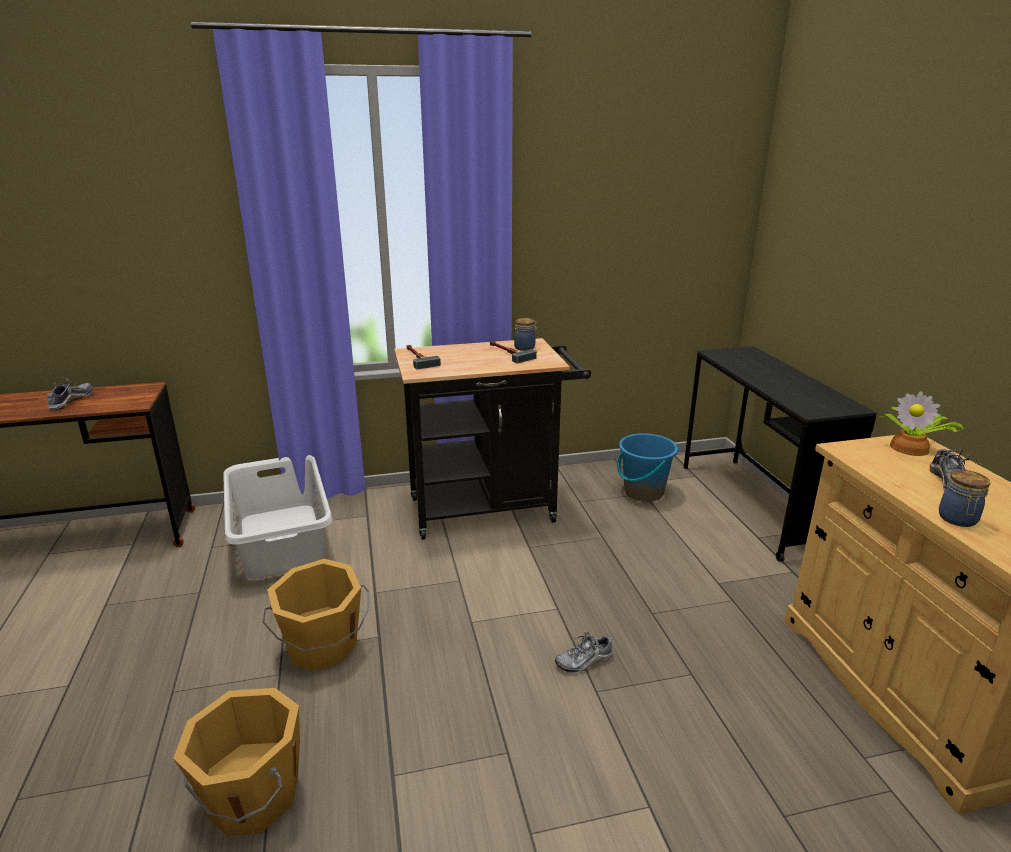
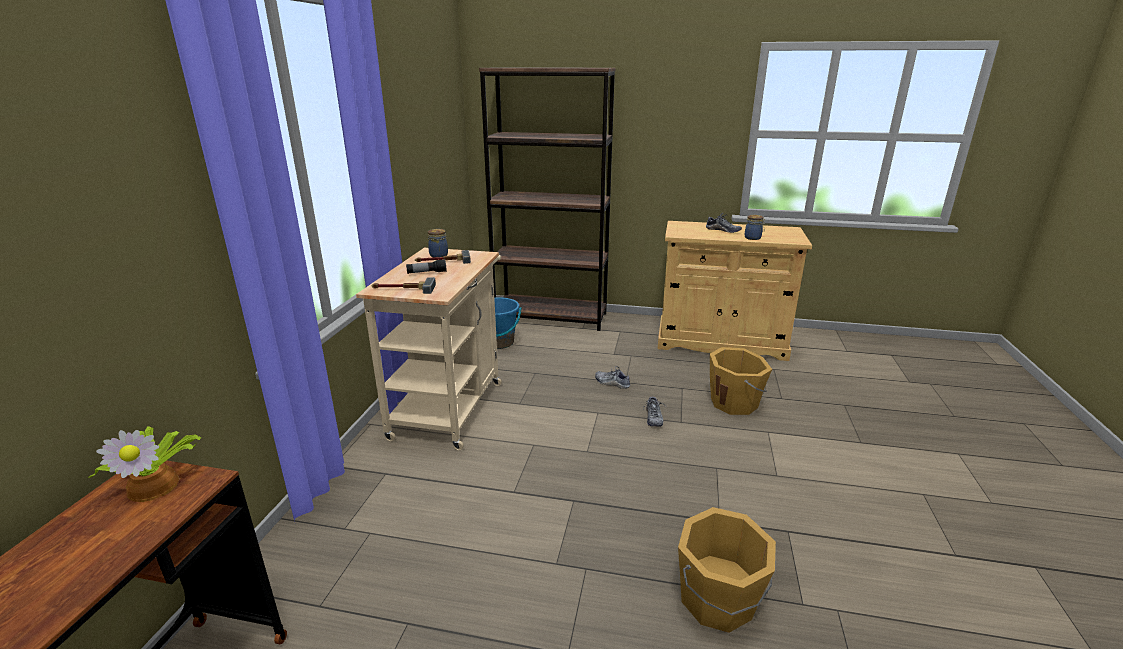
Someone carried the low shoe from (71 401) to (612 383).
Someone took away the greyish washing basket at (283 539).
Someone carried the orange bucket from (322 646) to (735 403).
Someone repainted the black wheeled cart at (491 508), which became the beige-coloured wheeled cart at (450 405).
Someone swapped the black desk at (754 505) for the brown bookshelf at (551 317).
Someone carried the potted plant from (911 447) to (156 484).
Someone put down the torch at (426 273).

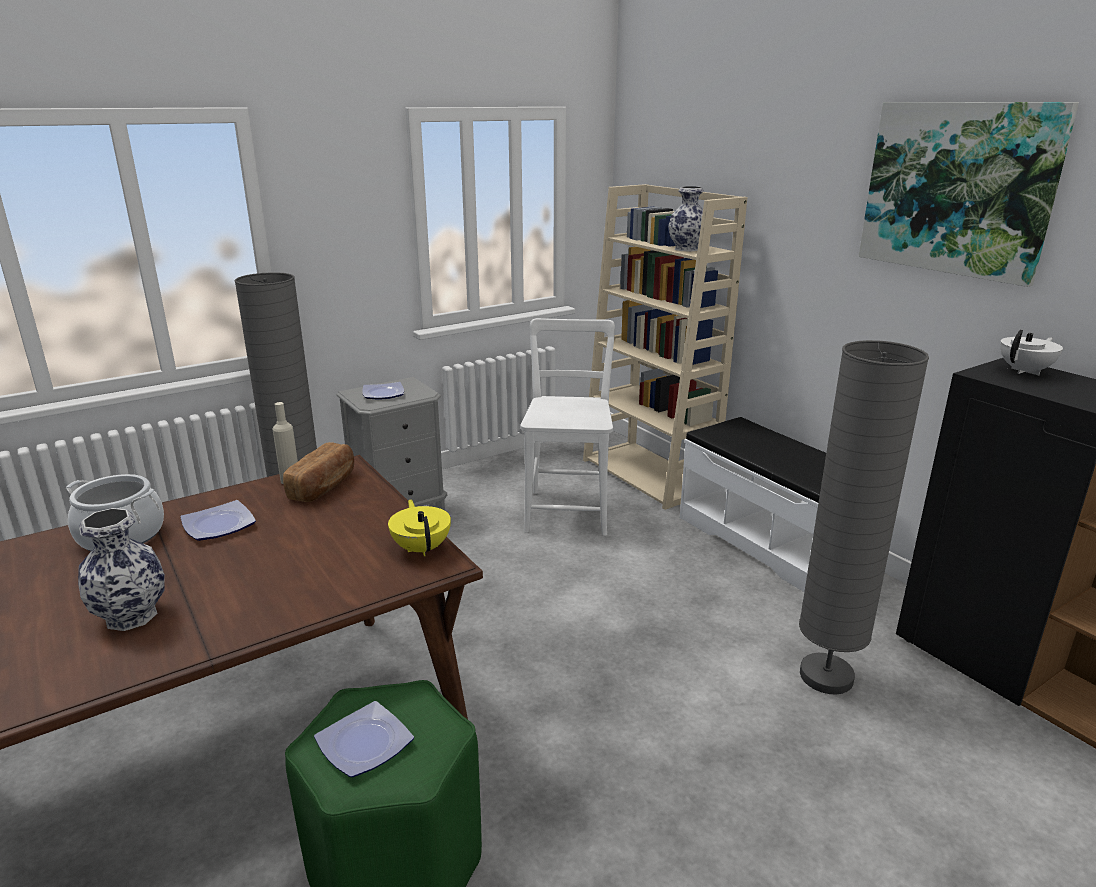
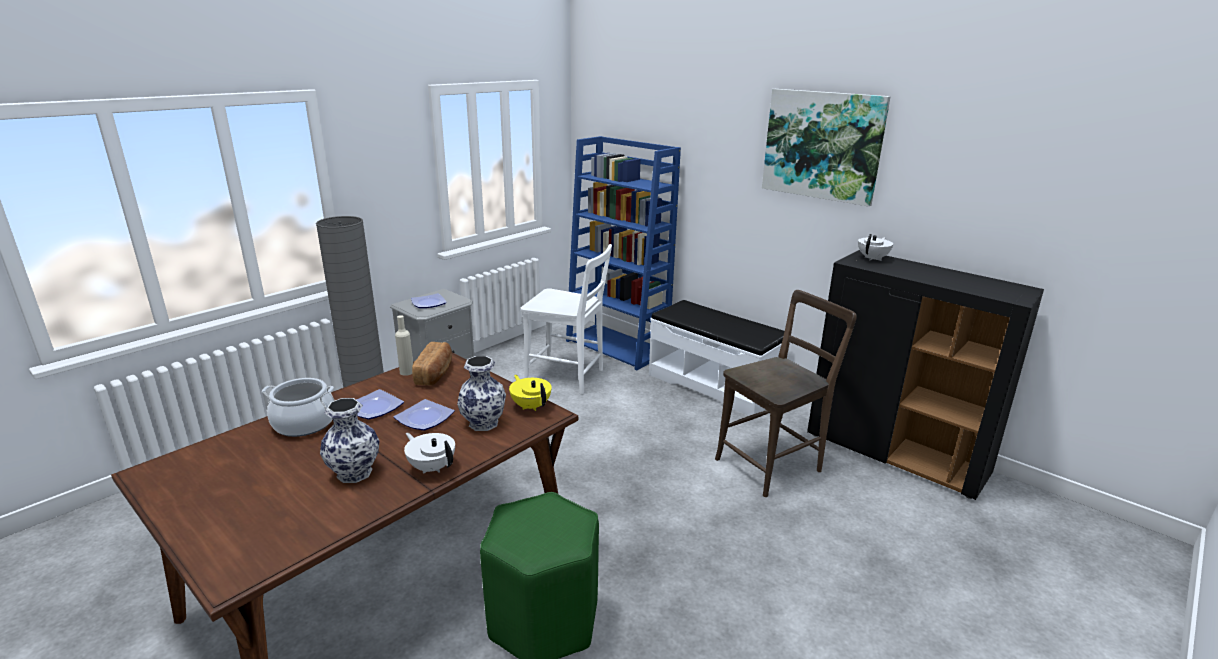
Someone carried the dinner plate from (364 745) to (424 419).
Someone rotated the whitish chair at (568 509) by 120 degrees clockwise.
Someone repainted the beige-coloured bookshelf at (650 475), which became the blue bookshelf at (618 347).
Someone carried the vase from (687 249) to (484 423).
Someone swapped the greyish floor lamp at (826 677) for the brown chair at (772 463).
Someone put down the whitish tea pot at (432 467).

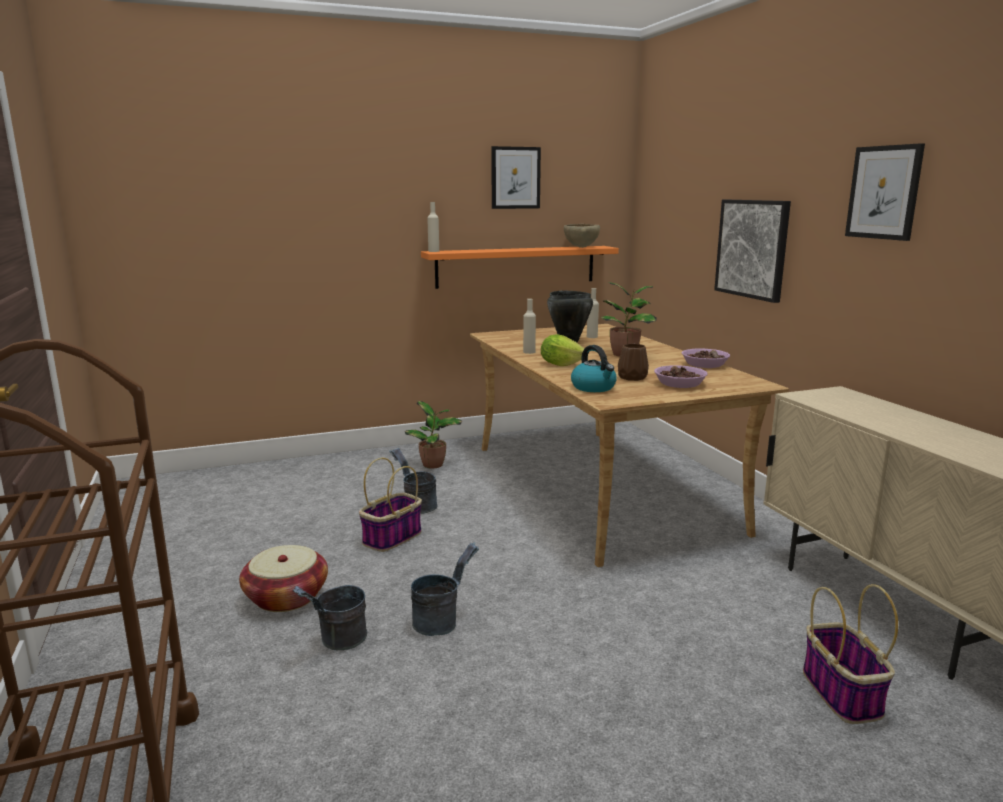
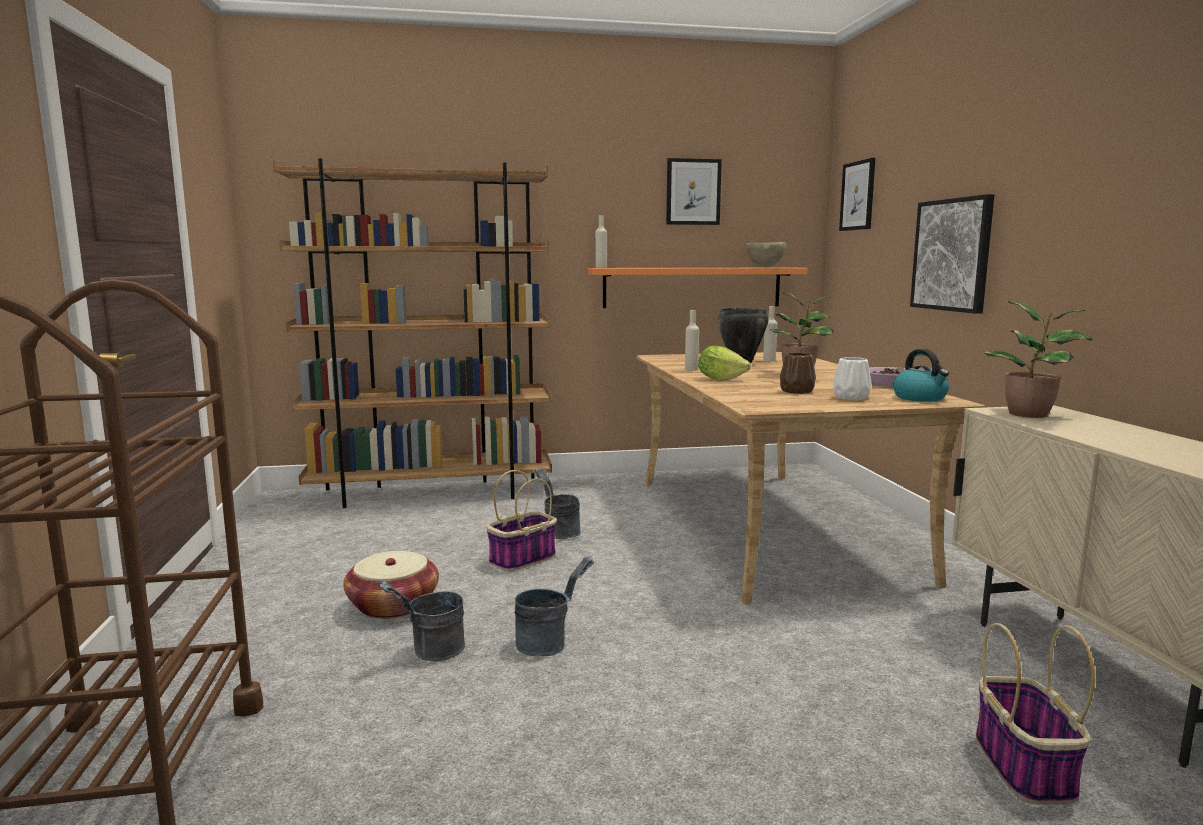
Someone carried the potted plant from (434 465) to (1031 414).
Someone carried the kettle from (594 388) to (920 398).
Someone swapped the deep dish at (679 384) for the whitish vase at (849 397).
Someone carried the picture from (884 192) to (858 196).
Someone put down the brown bookshelf at (432 493).

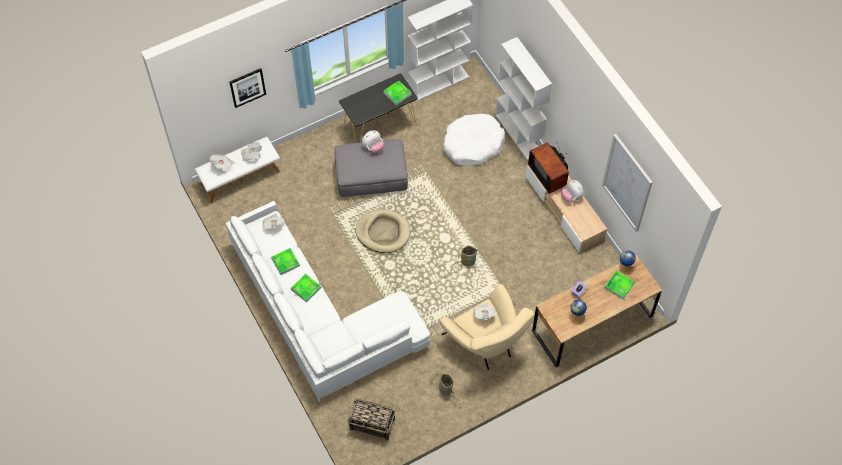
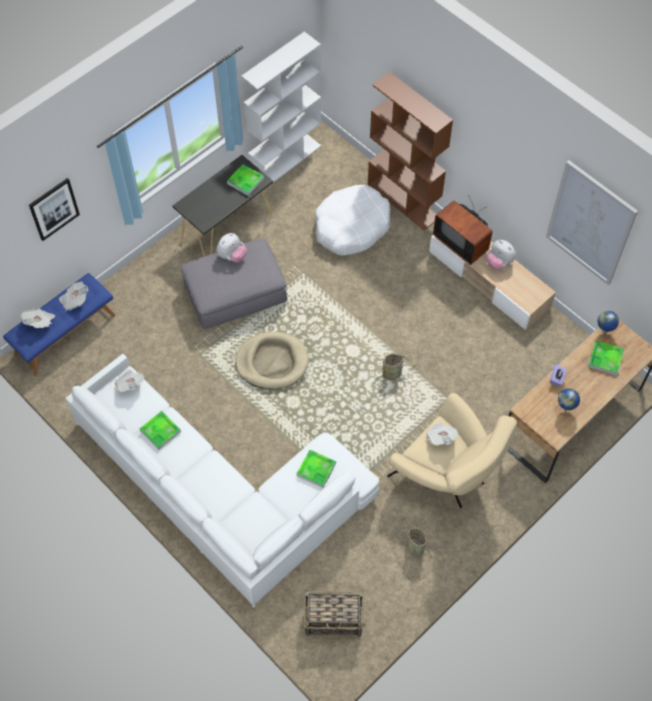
Someone repainted the whitish bench at (240 177), which became the blue bench at (65 334).
Someone carried the tray from (306 288) to (316 469).
Someone repainted the whitish bookshelf at (518 133), which became the brown bookshelf at (403 201).

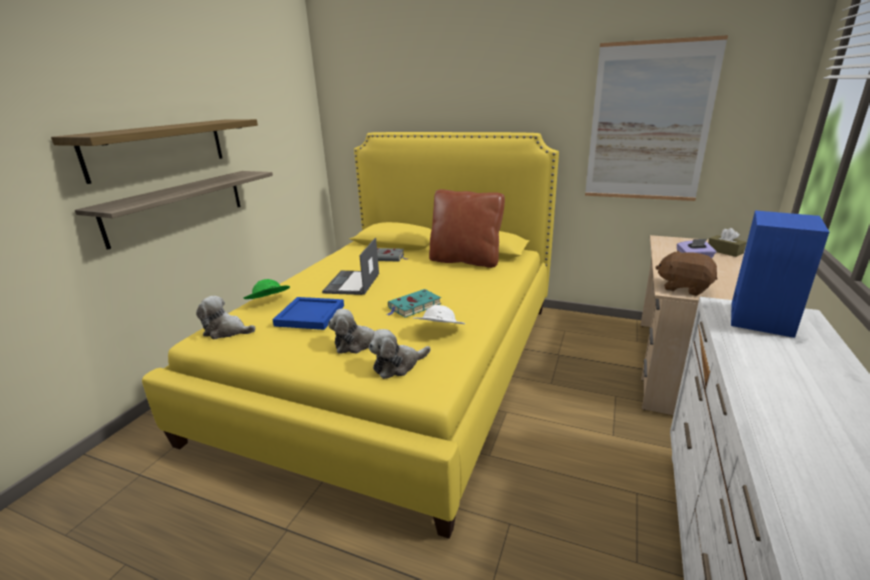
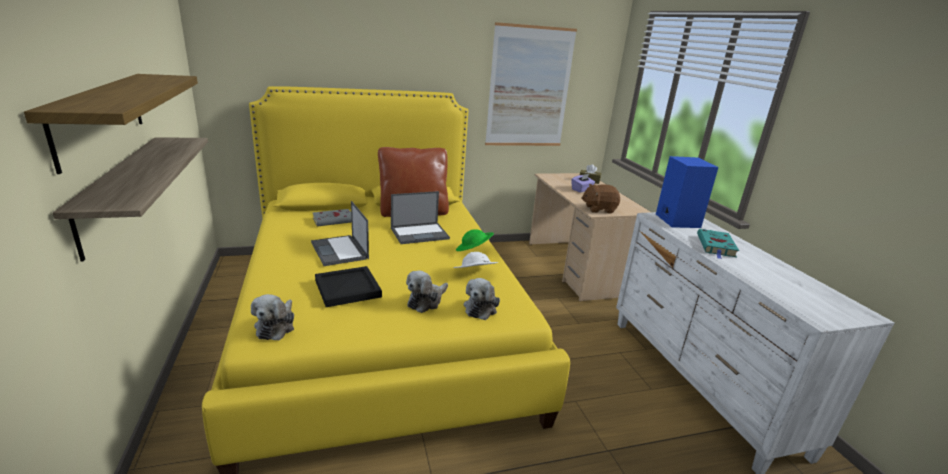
Someone rotated the plush toy at (226 331) by 60 degrees counterclockwise.
Someone carried the green-coloured clothing hat from (268 302) to (473 251).
Someone repainted the blue tray at (311 315), which became the black tray at (348 288).
Someone carried the blue-green volume from (413 306) to (716 246).
Someone put down the laptop at (420 233).

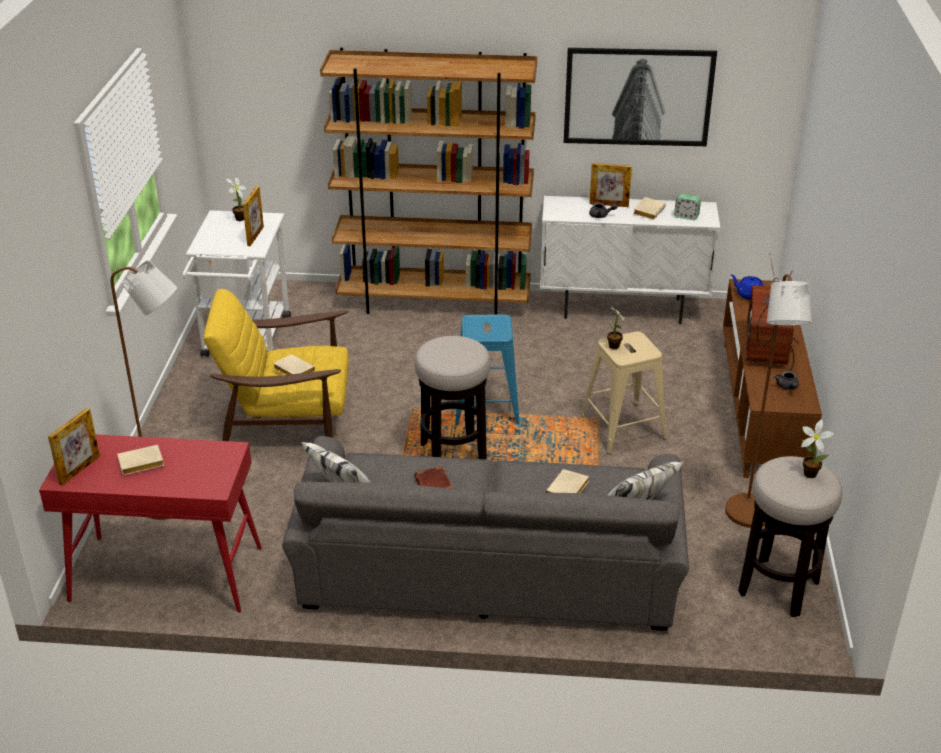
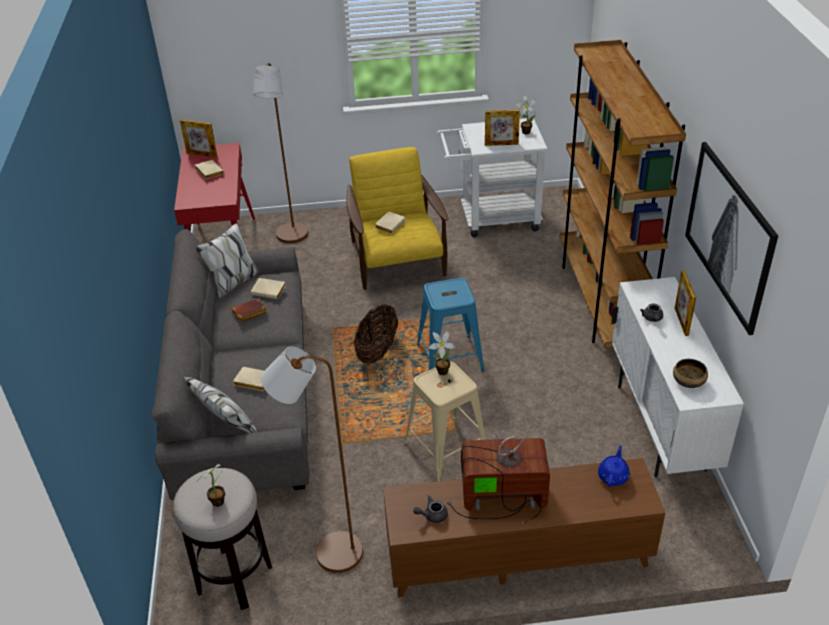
Someone swapped the sitting stool at (453 455) for the storage basket at (377 350).
Someone carried the beige-coloured volume from (648 211) to (269 291).
Someone swapped the table clock at (686 216) for the deep dish at (689 381).

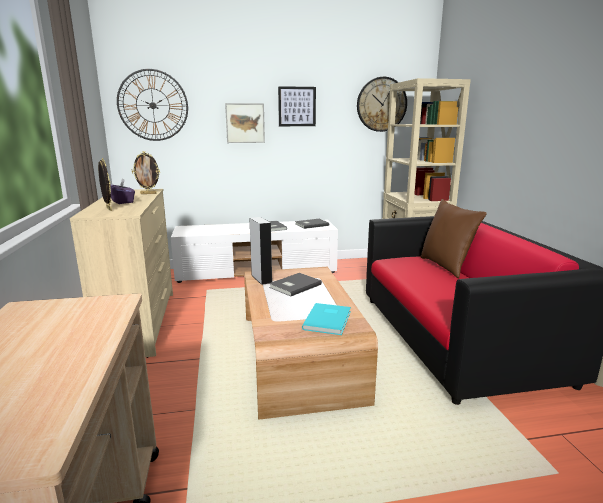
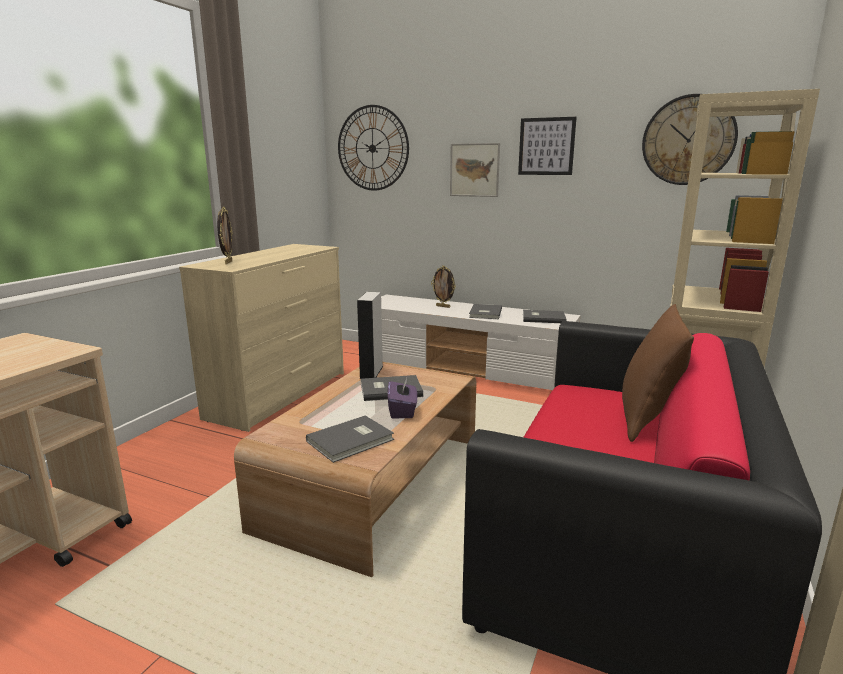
Someone carried the purplish tissue holder from (123 201) to (402 411).
Someone carried the picture frame from (148 193) to (443 306).
Someone repainted the blue-green volume at (329 320), which became the greyish volume at (352 441).

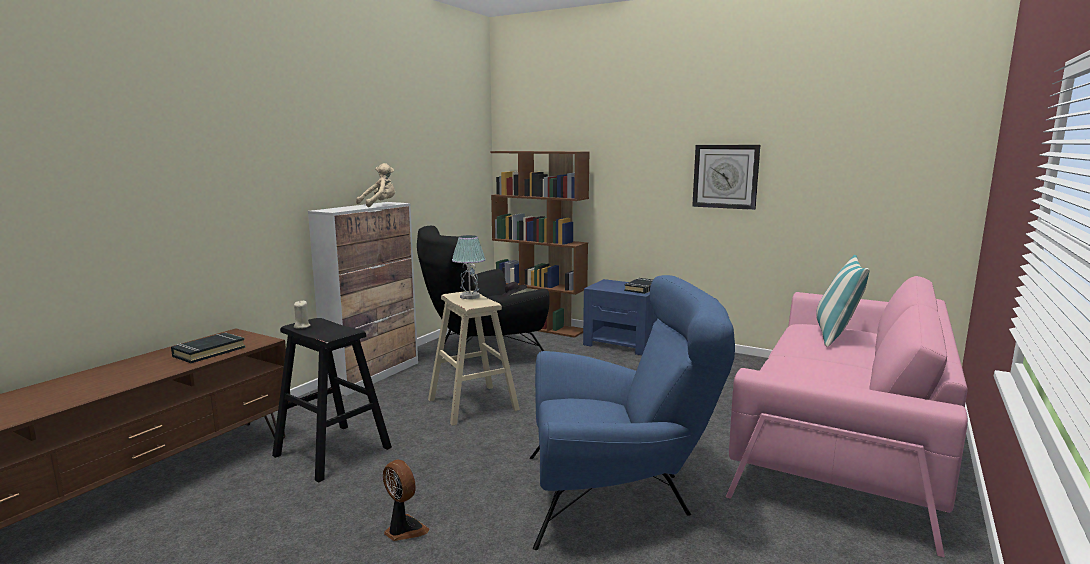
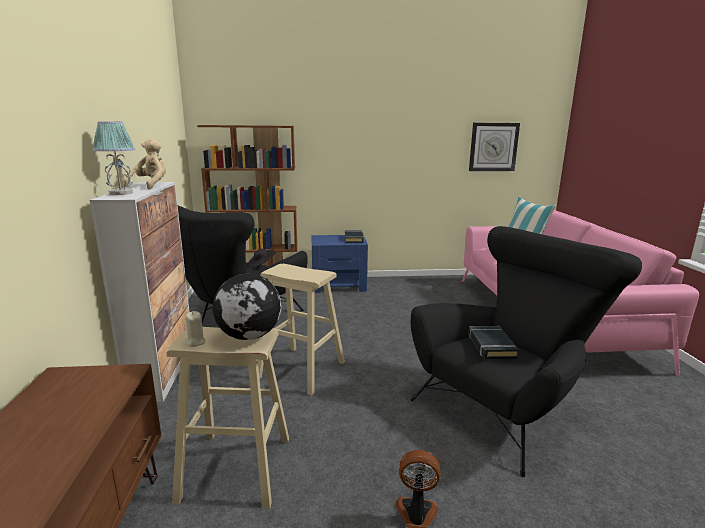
Someone carried the black volume from (209 352) to (491 346).
Someone repainted the black sitting stool at (332 451), which became the beige-coloured sitting stool at (236 468).
Someone carried the table lamp from (469 296) to (120 193).
Someone repainted the blue easy chair at (619 495), which became the black easy chair at (505 405).
Someone carried the hanging clock from (725 176) to (493 147).
Someone put down the globe at (250 336).

